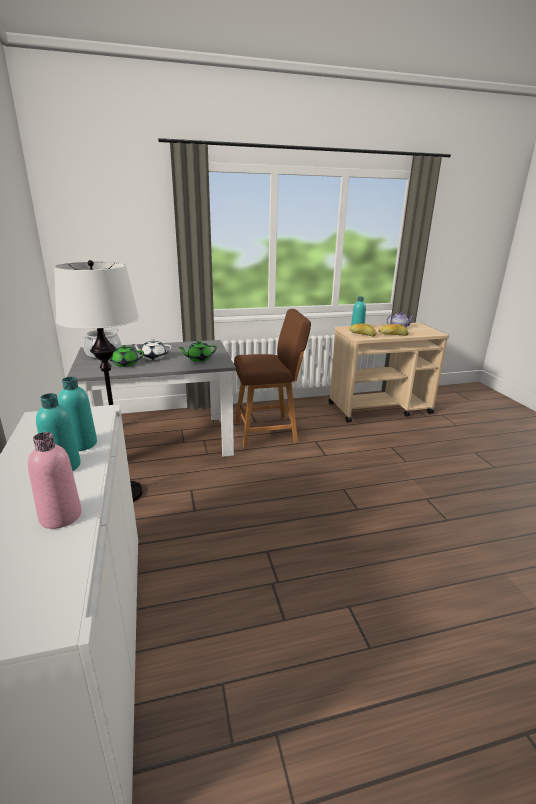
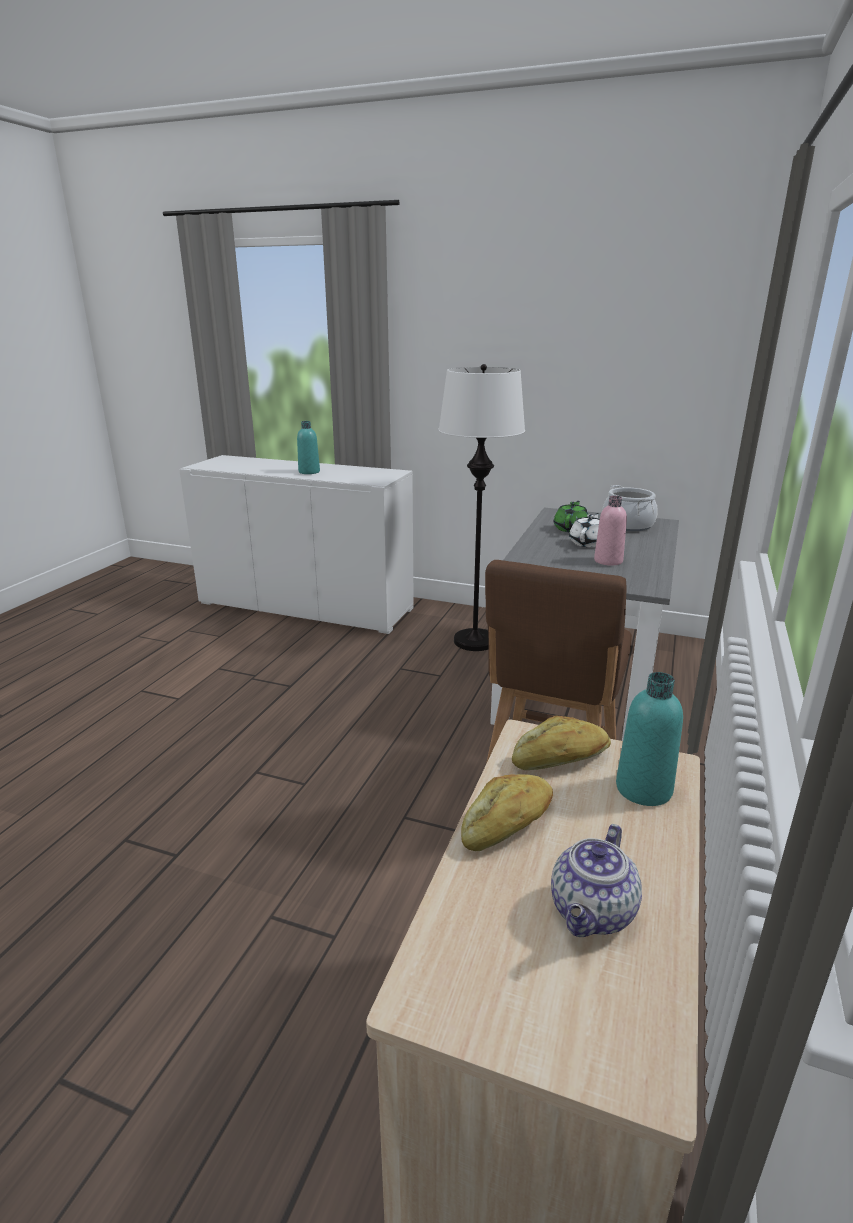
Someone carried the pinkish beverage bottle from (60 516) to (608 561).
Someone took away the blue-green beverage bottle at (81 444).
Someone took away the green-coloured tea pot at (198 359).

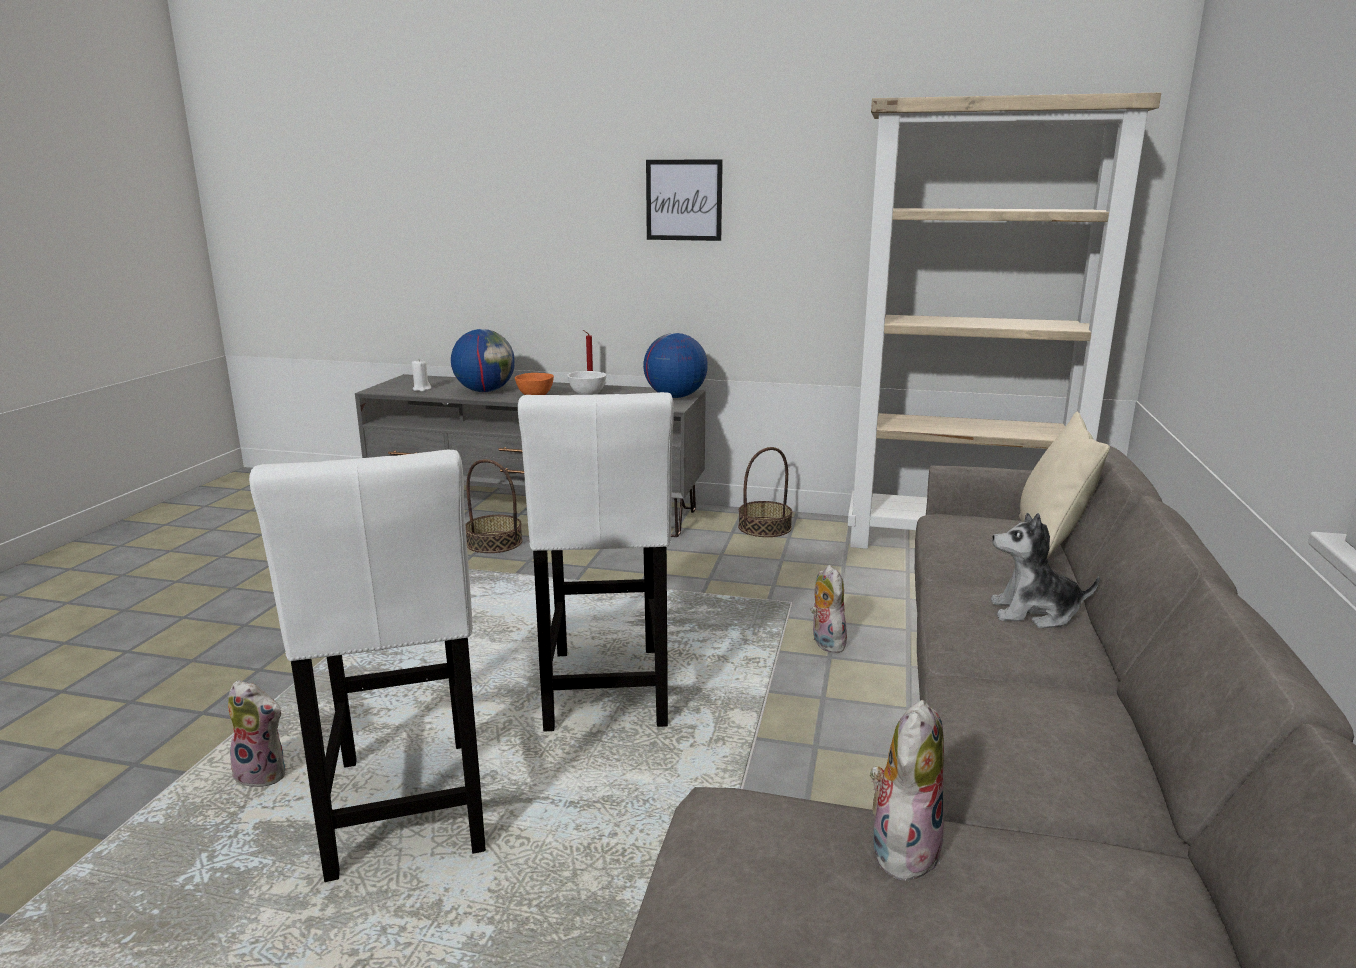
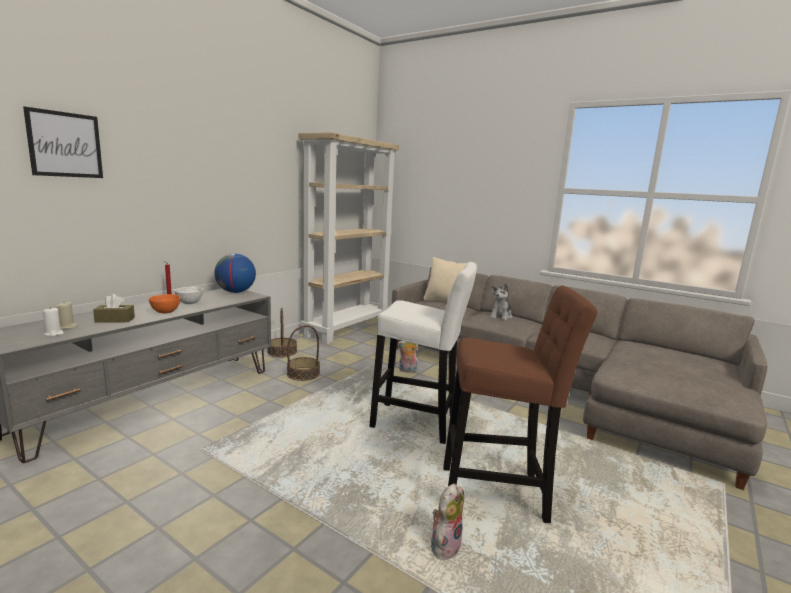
Someone repainted the whitish sitting stool at (405 814), which became the brown sitting stool at (499 494).
Someone swapped the globe at (485 391) for the brown tissue holder at (115 320).
Someone carried the storage basket from (494 542) to (303 373).
Someone carried the picture from (684 200) to (65 144).
Someone took away the plush toy at (902 847).
Someone put down the beige-coloured candle at (67 327).

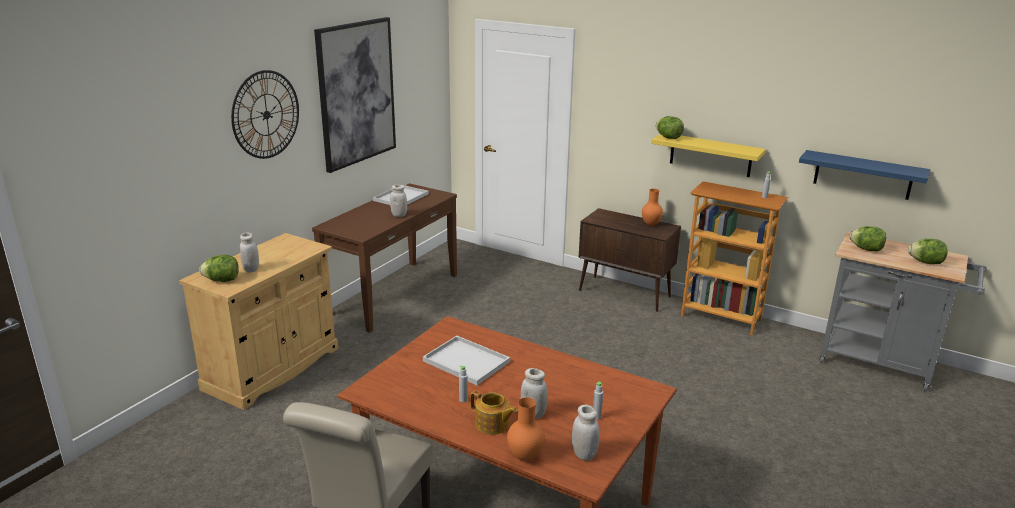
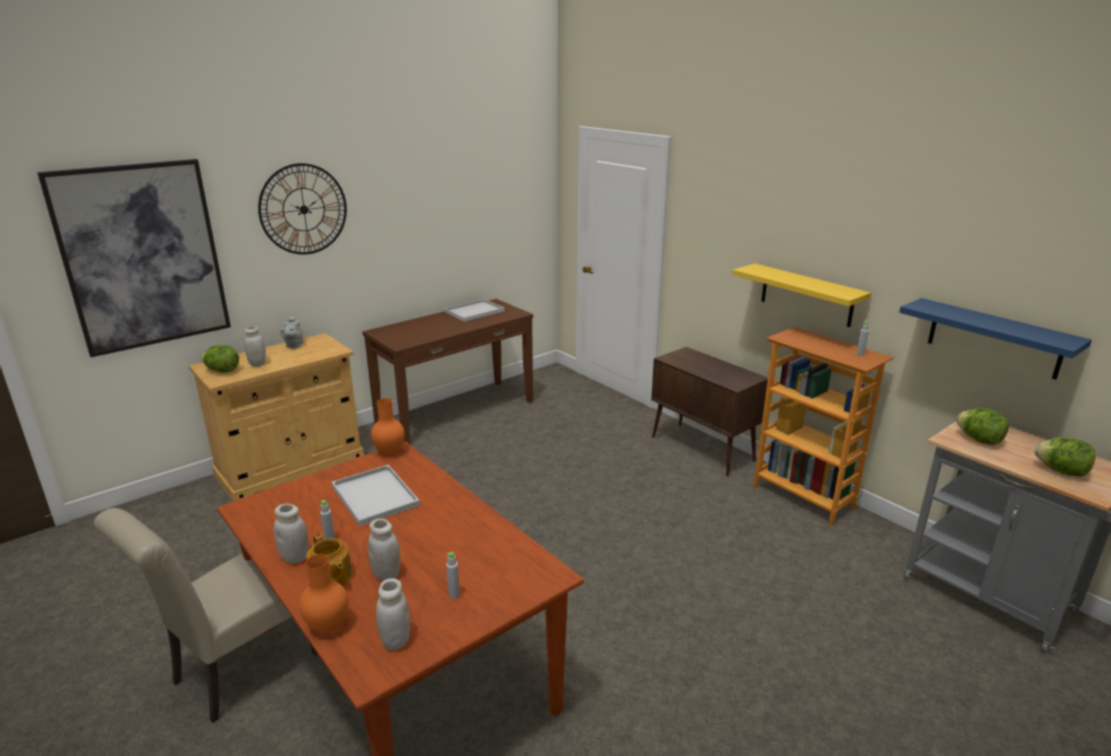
Someone carried the picture from (356 93) to (143 256).
Someone carried the whitish storage jar from (399 215) to (295 557).
Someone carried the orange vase from (651 224) to (390 452).
Someone took away the head of lettuce at (668 138).
Someone put down the greyish tea pot at (294 345).

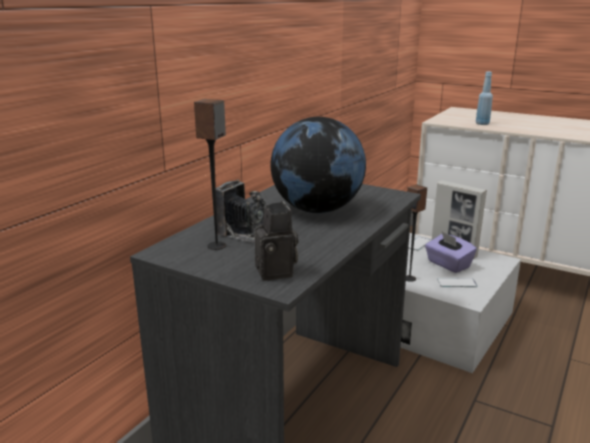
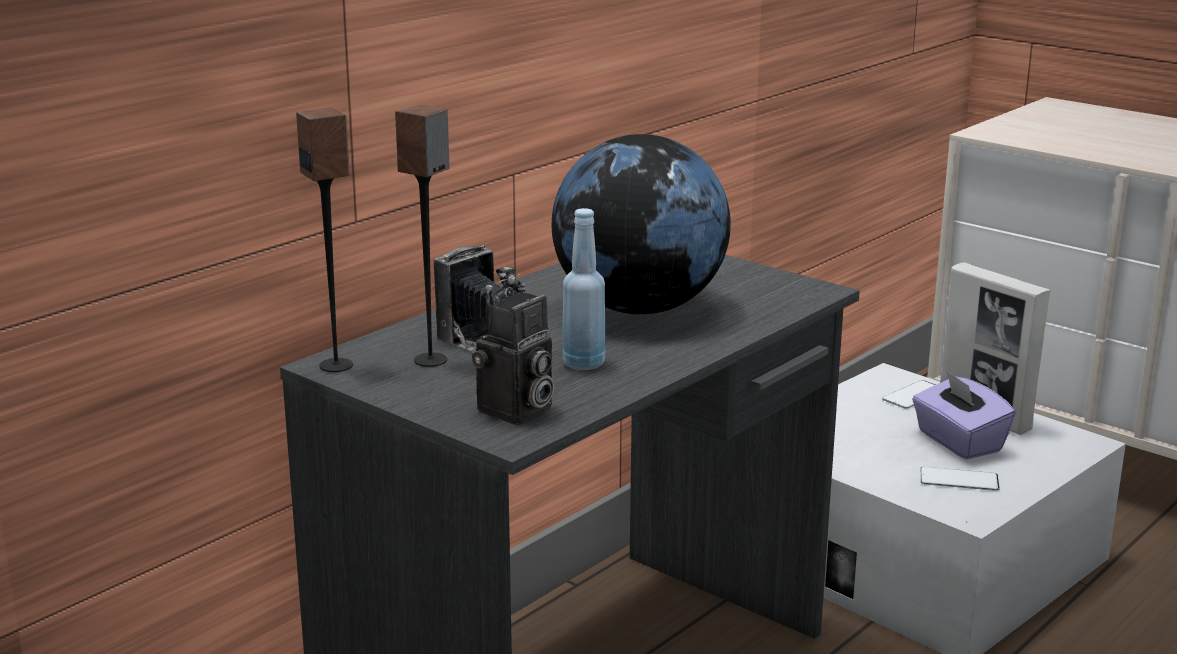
Someone rotated the still camera at (277 272) by 45 degrees clockwise.
Someone carried the speaker from (409 278) to (337 365).
Someone carried the blue beverage bottle from (482 124) to (583 363).

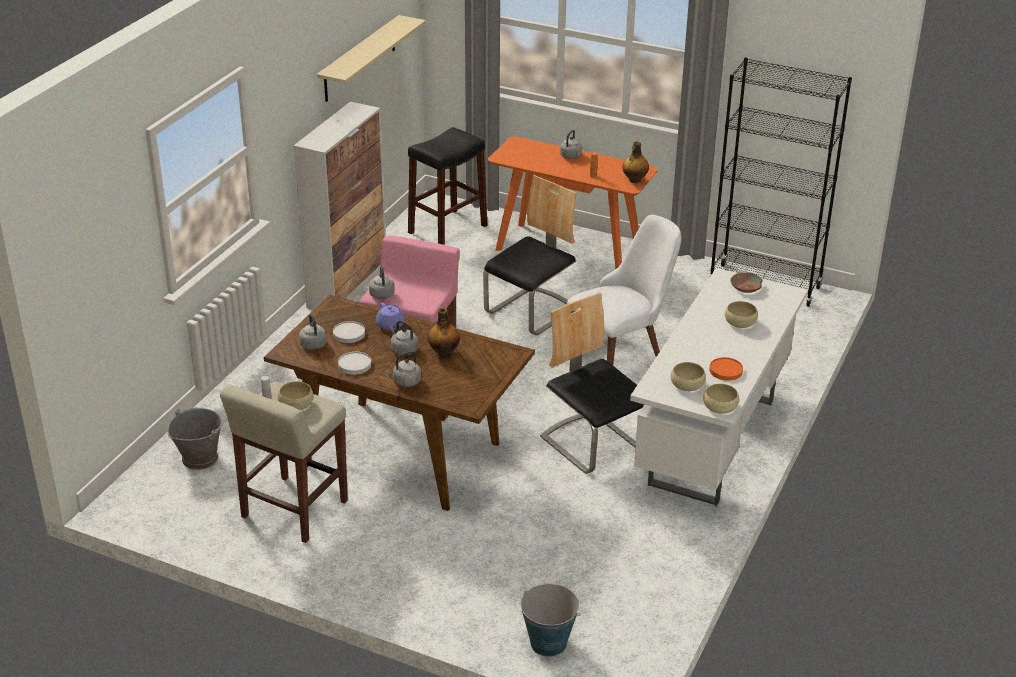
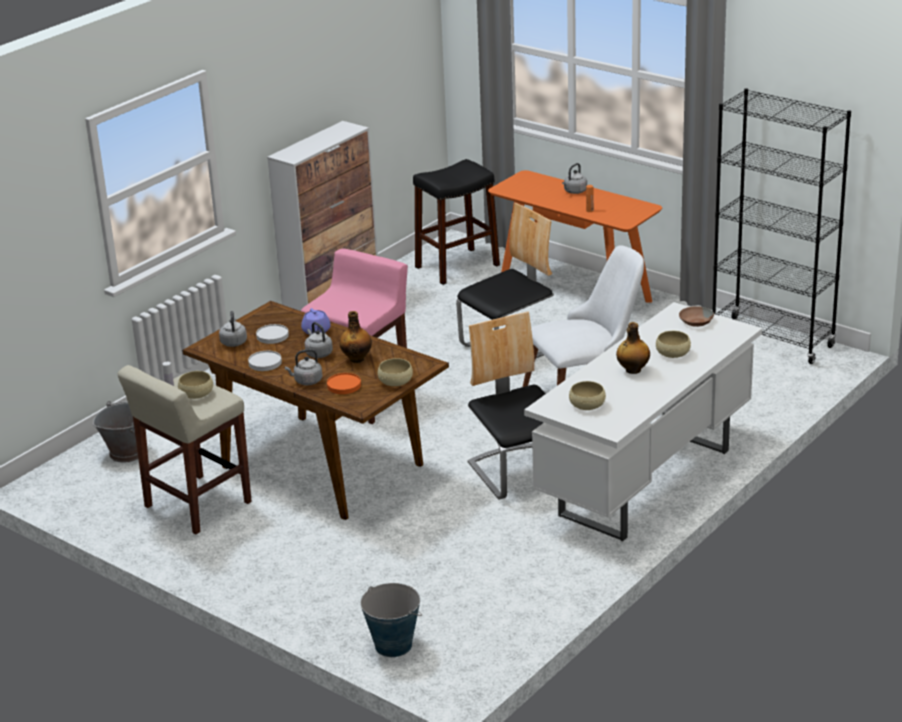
Someone took away the beige-coloured wall shelf at (360 59).
Someone took away the greyish kettle at (382 294).
Someone carried the beverage bottle from (634 180) to (632 370).
Someone carried the beige-coloured deep dish from (720 407) to (395 381).
Someone carried the orange dinner plate from (726 371) to (344 385).

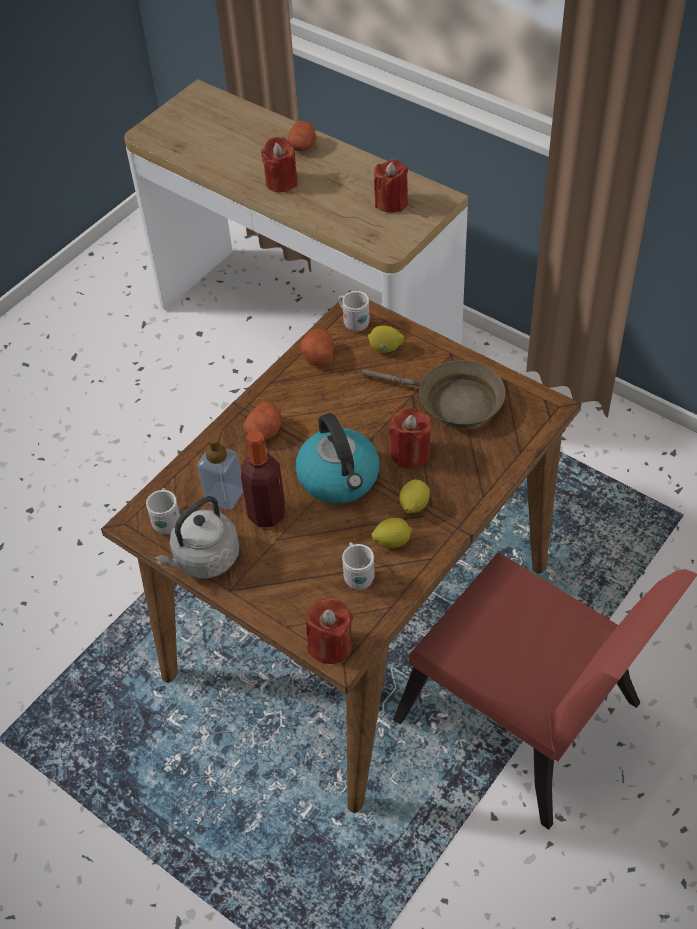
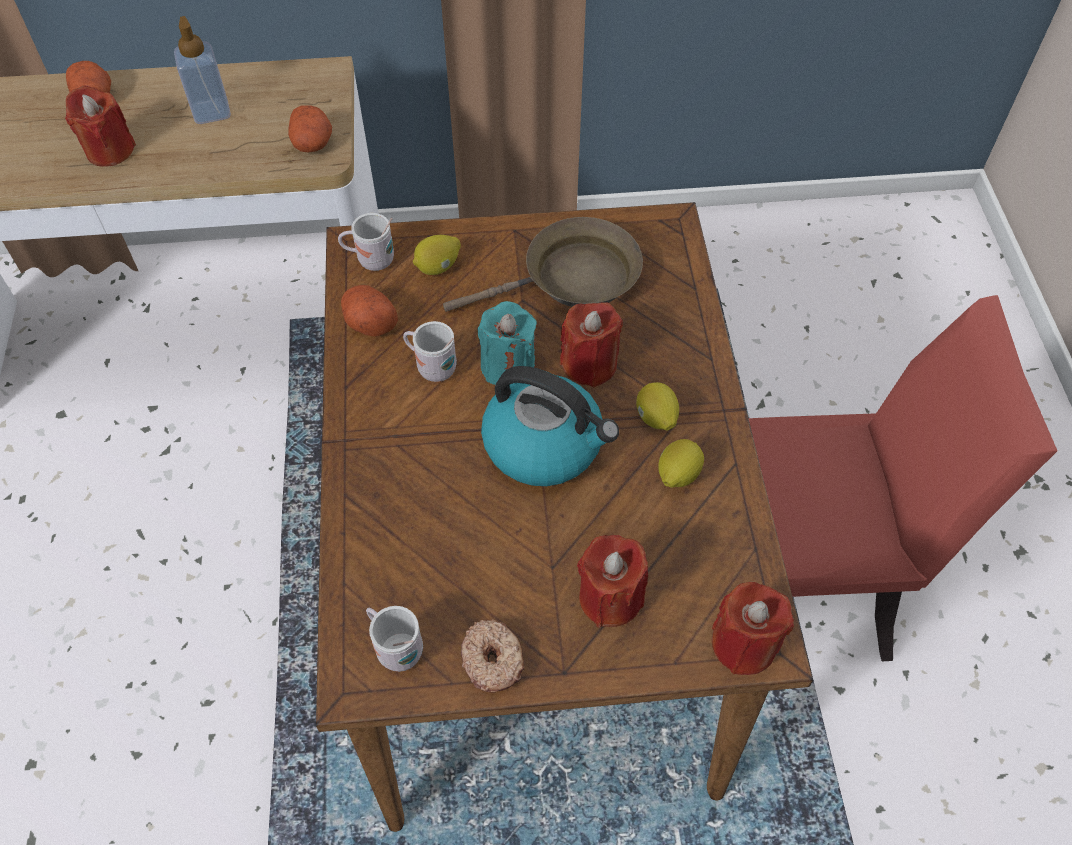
Someone swapped the greyish kettle at (203 559) for the donut at (493 660).
Someone carried the soap bottle from (224 496) to (211 111).
Someone took away the beverage bottle at (266 514).
Someone carried the potato from (264 432) to (313 143).
Someone carried the whitish coffee mug from (357 575) to (431 366).
Someone carried the reddish candle from (391 202) to (610 598).
Someone put down the blue-green candle at (508 366).

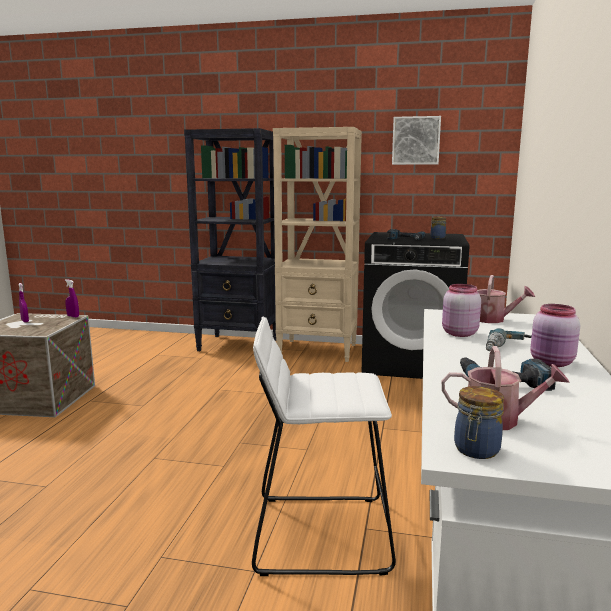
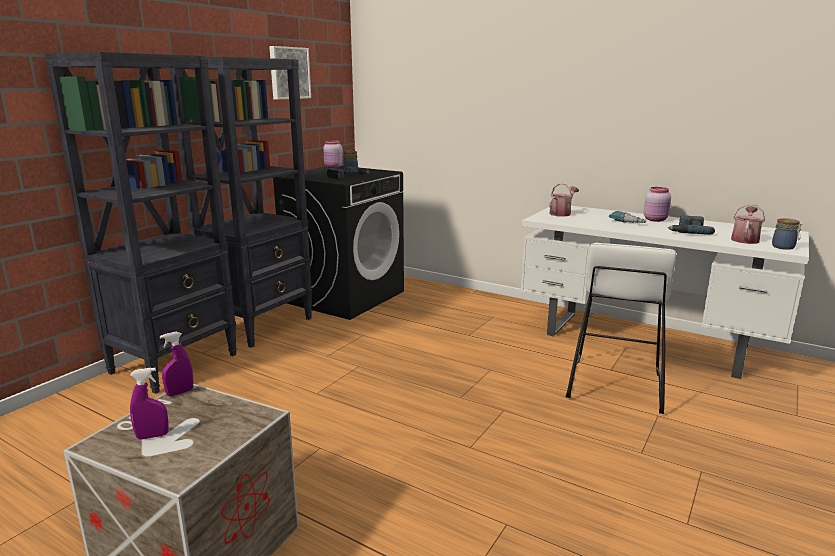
Someone repainted the beige-coloured bookshelf at (318 351), which became the black bookshelf at (261 325).
Someone carried the pinkish storage jar from (458 333) to (333 167).

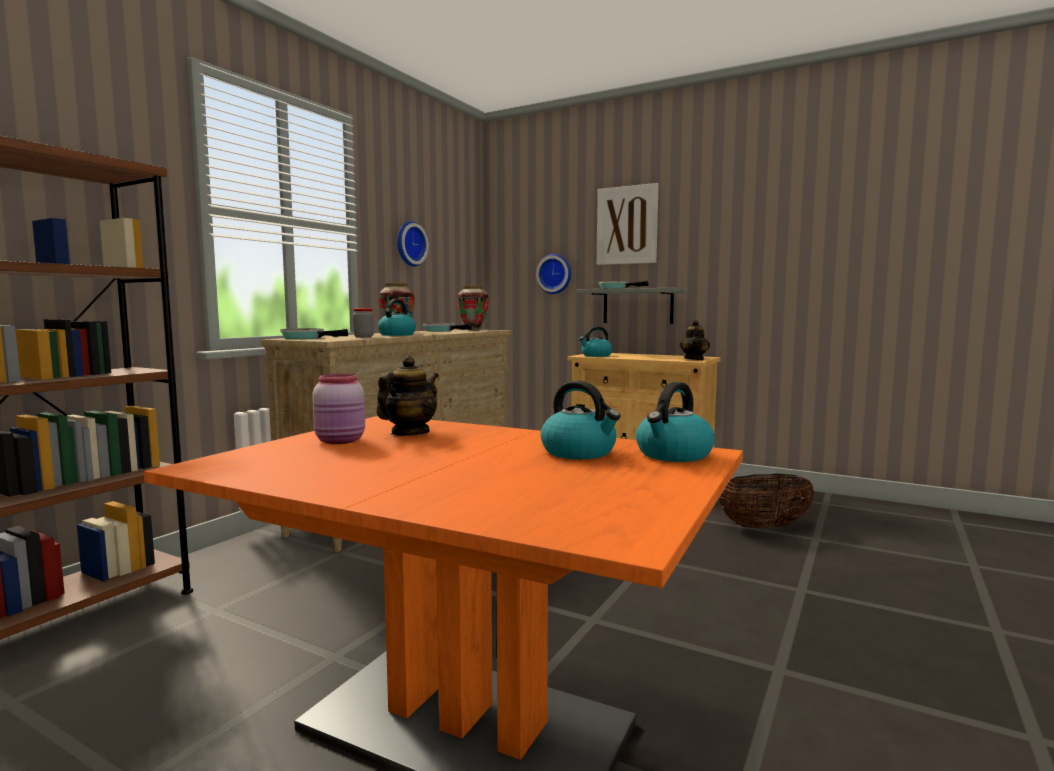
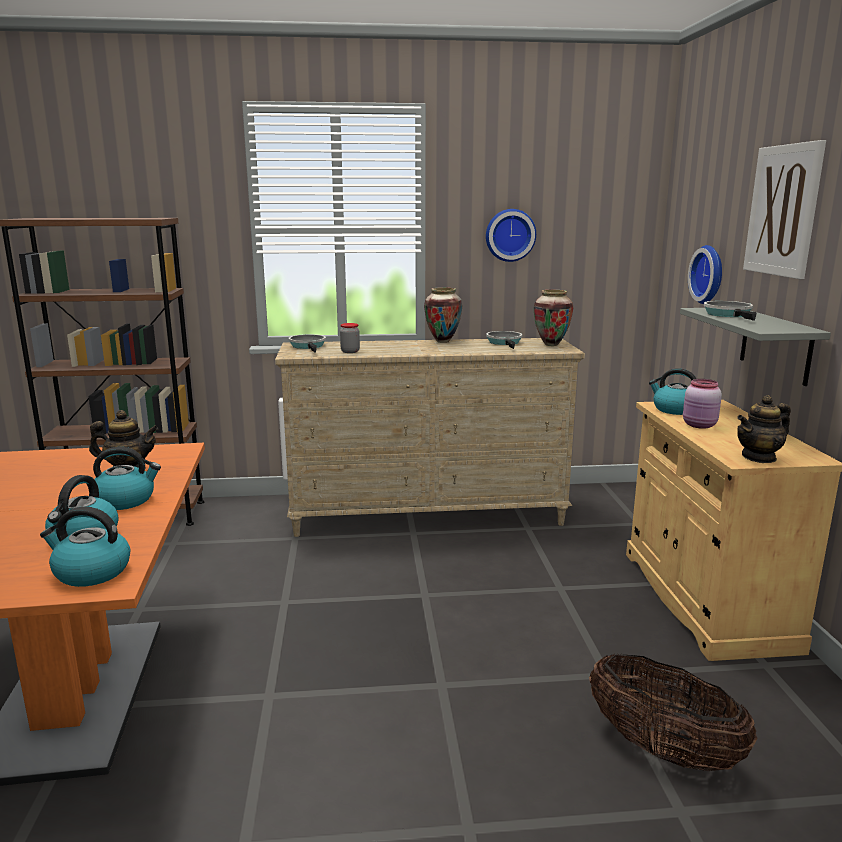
Someone carried the pinkish storage jar from (341 441) to (700 425).
Someone carried the kettle from (397 335) to (125 500).

